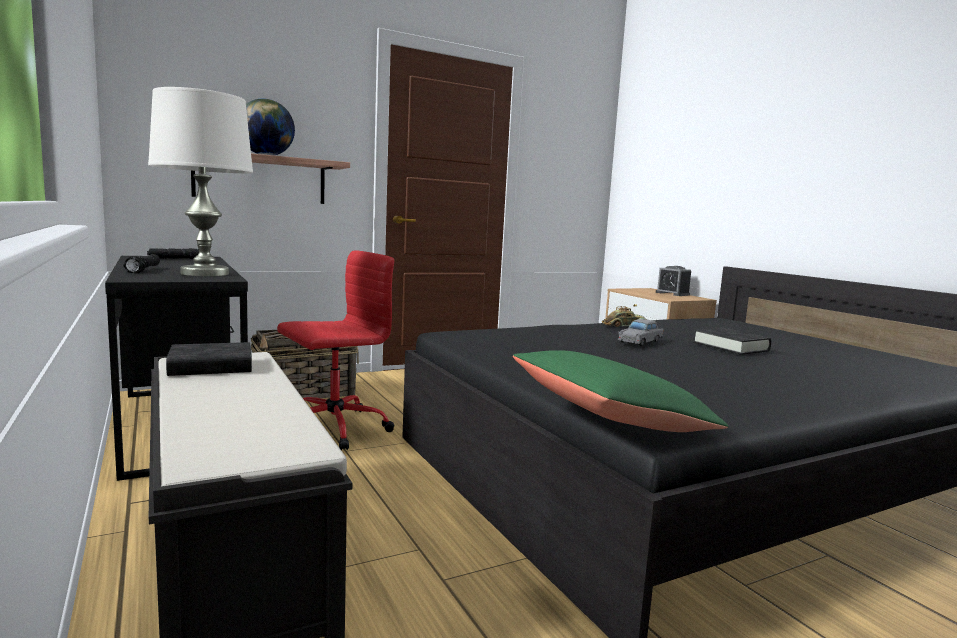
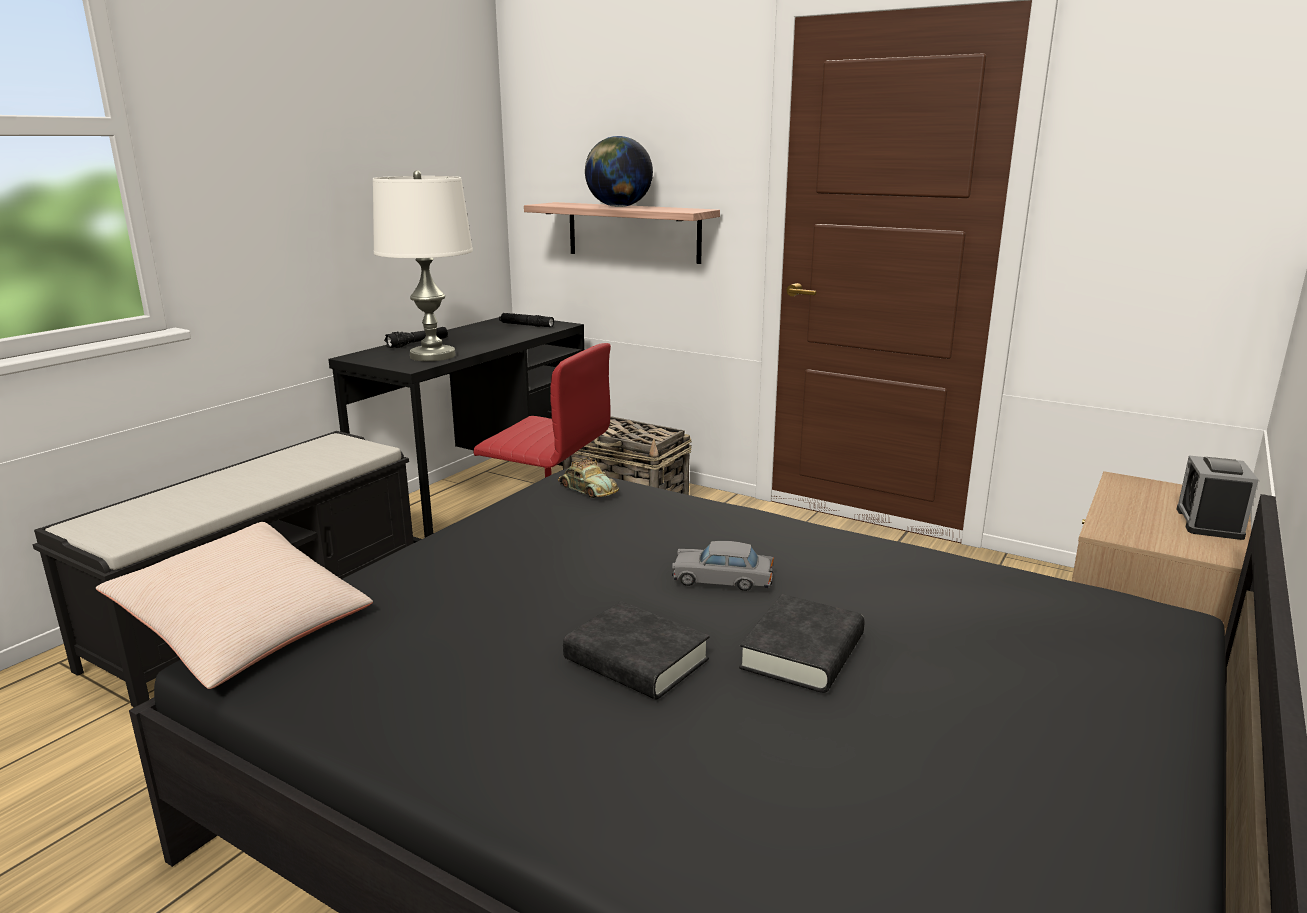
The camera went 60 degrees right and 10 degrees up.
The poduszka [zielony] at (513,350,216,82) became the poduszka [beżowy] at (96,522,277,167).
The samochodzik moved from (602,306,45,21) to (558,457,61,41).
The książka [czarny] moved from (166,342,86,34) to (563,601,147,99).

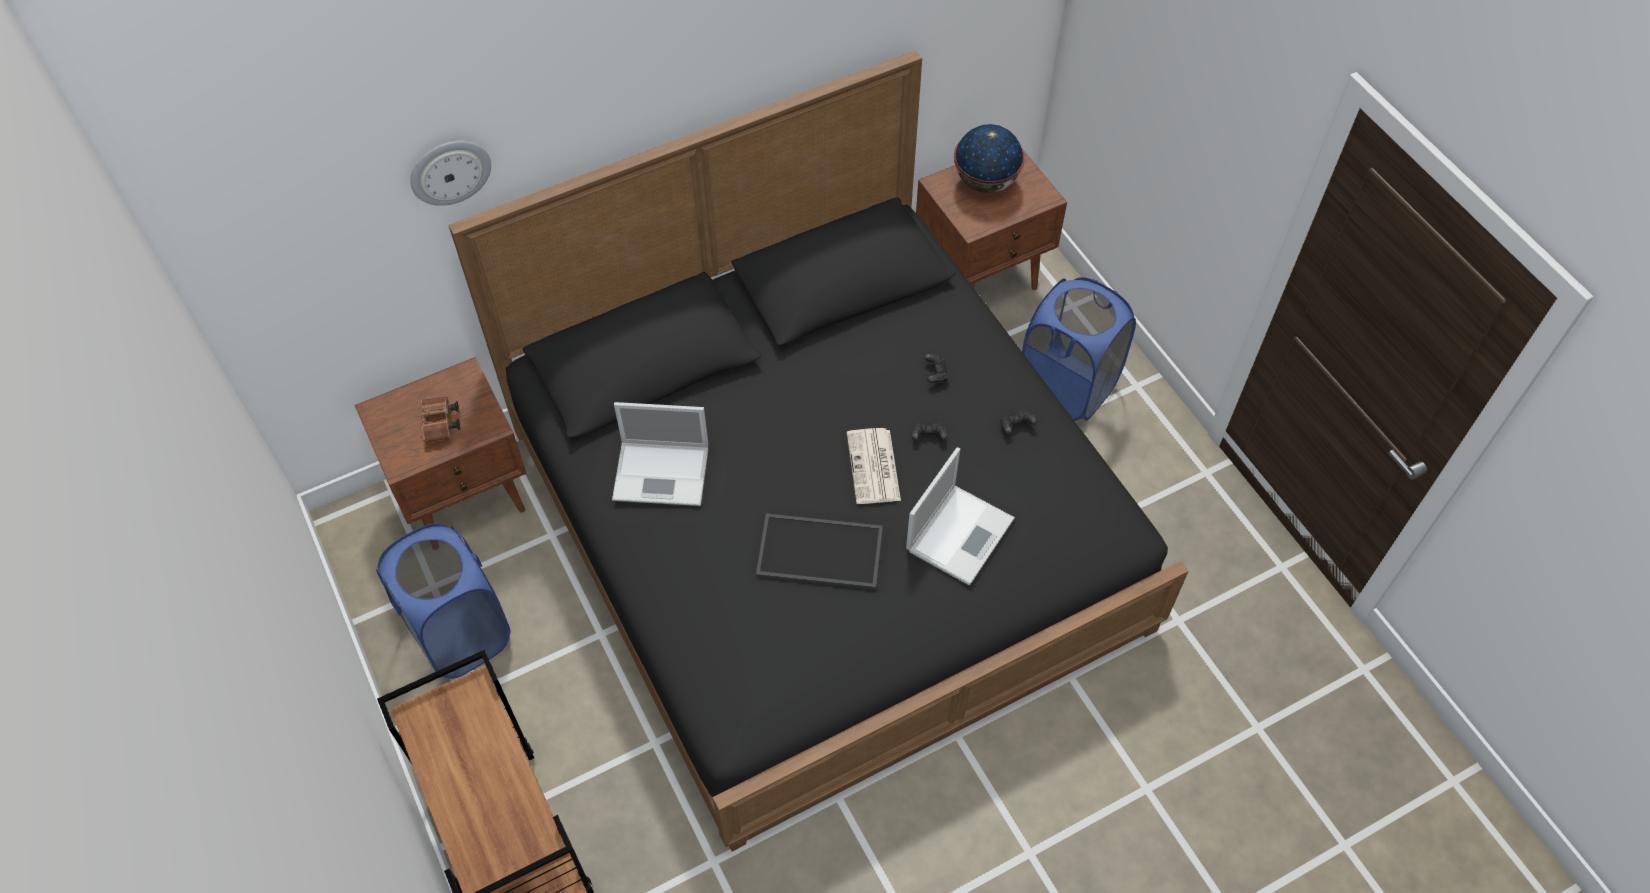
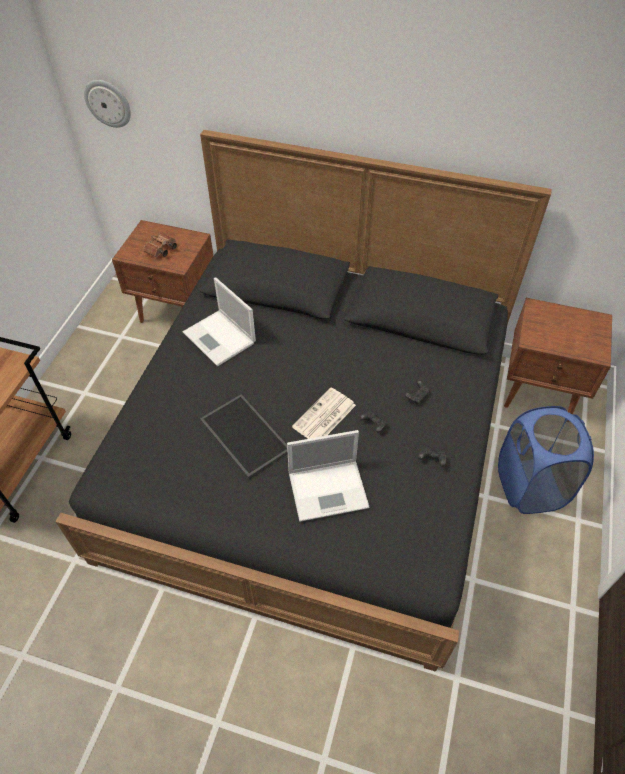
The camera went 45 degrees right and 5 degrees down.
The zegar ścienny moved from (410,141,81,65) to (84,80,47,48).
The kosz na pranie [niebieski] at (376,523,135,156) disappeared.
The globus at (954,124,71,69) disappeared.

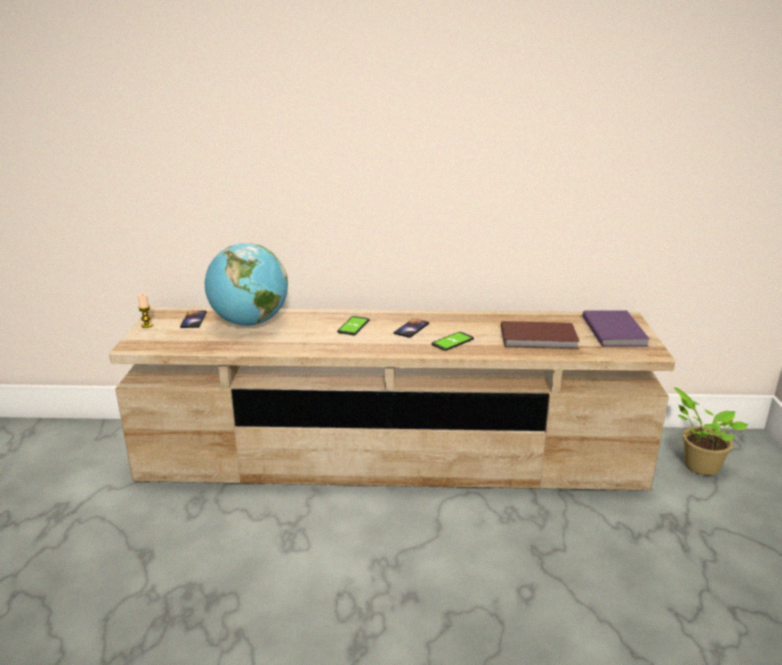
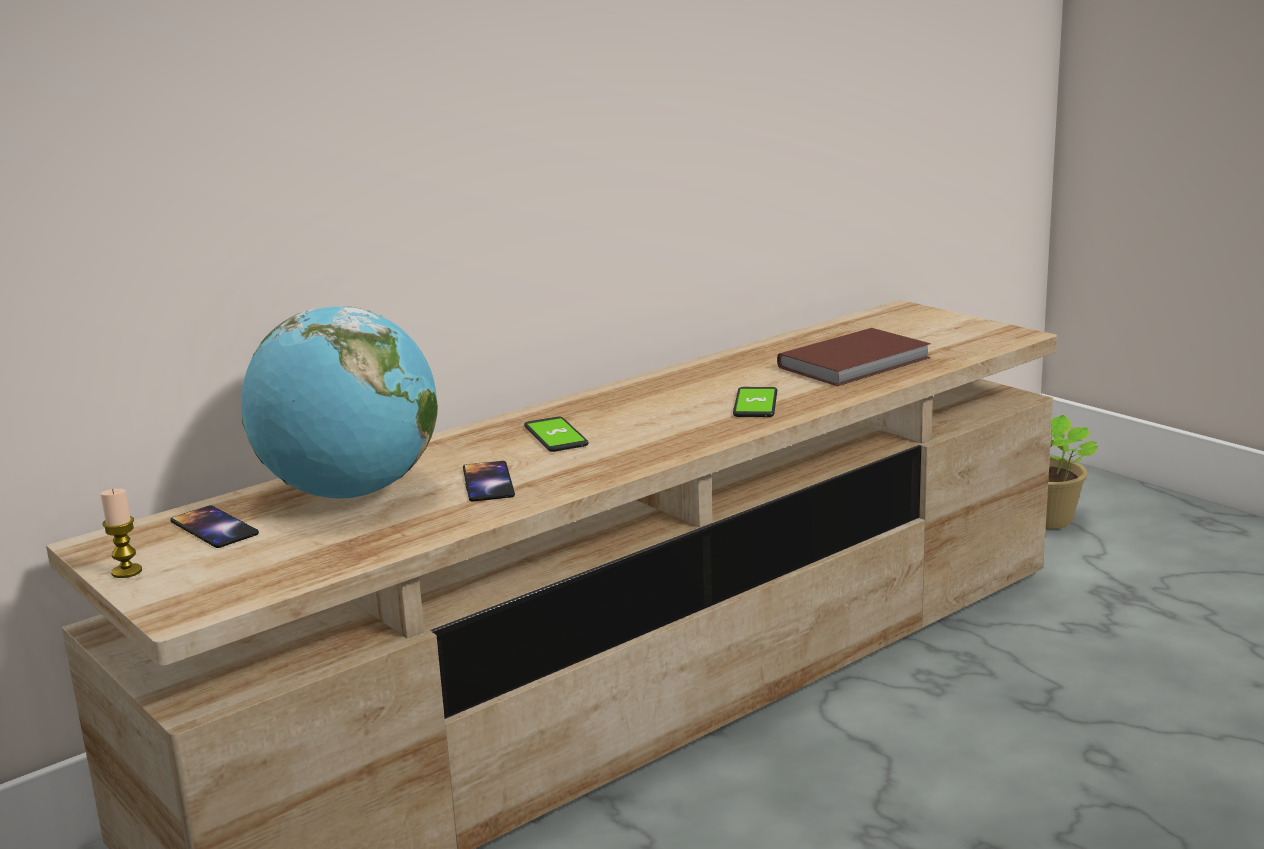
The camera went 40 degrees left and 5 degrees down.
The telefon moved from (394,318,35,20) to (463,461,52,40).
The książka [fioletowy] at (583,310,67,37) disappeared.

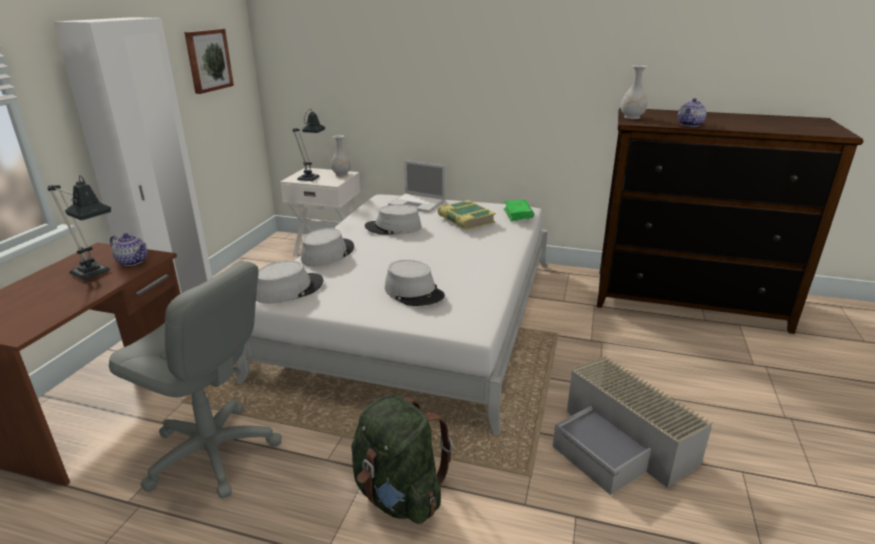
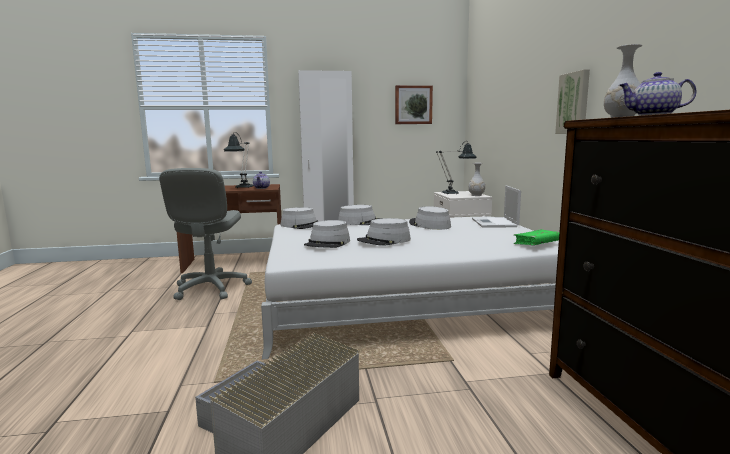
The camera went 65 degrees right and 15 degrees down.
The kapelusz [szary] at (357,218,54,28) appeared.
The obraz at (555,69,35,65) appeared.
The plecak [zielony] at (352,395,101,129) disappeared.
The książka at (438,200,58,30) disappeared.

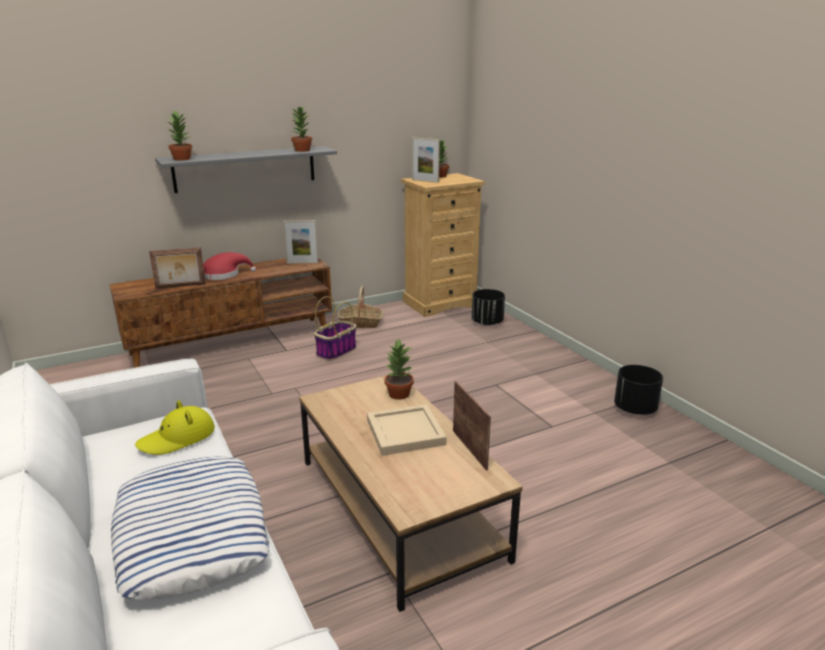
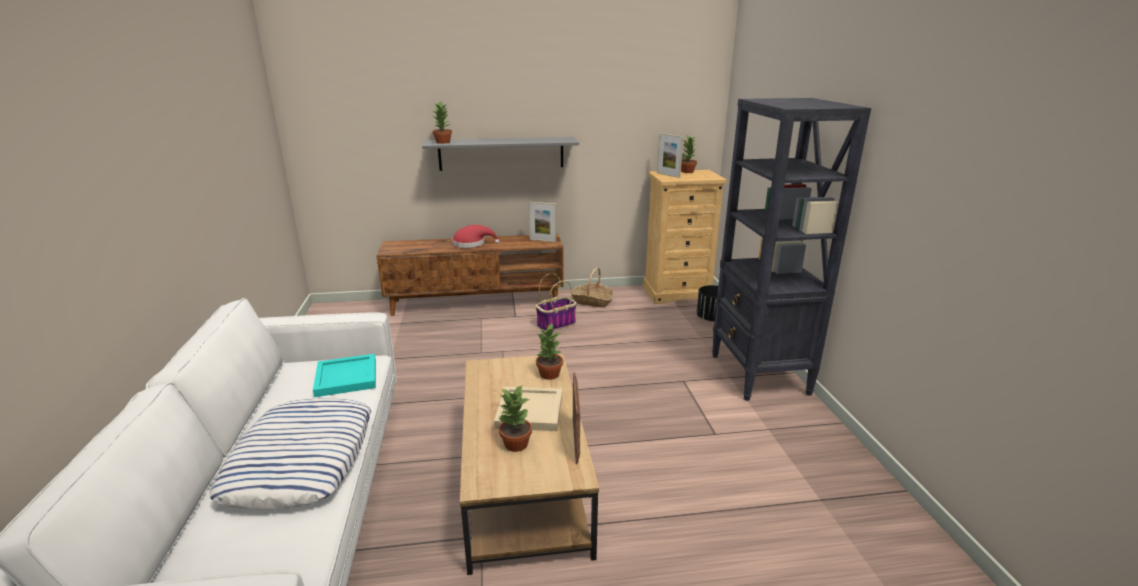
The camera went 20 degrees right and 0 degrees up.
The kapelusz [żółty] at (135,400,80,55) was replaced by the taca [turkusowy] at (313,354,63,43).
The roślina doniczkowa moved from (291,107,21,45) to (498,386,34,66).
The regał [czarny] at (712,98,159,303) appeared.
The ramka na zdjęcie at (149,247,57,42) disappeared.
The donica [czarny] at (614,365,49,50) disappeared.

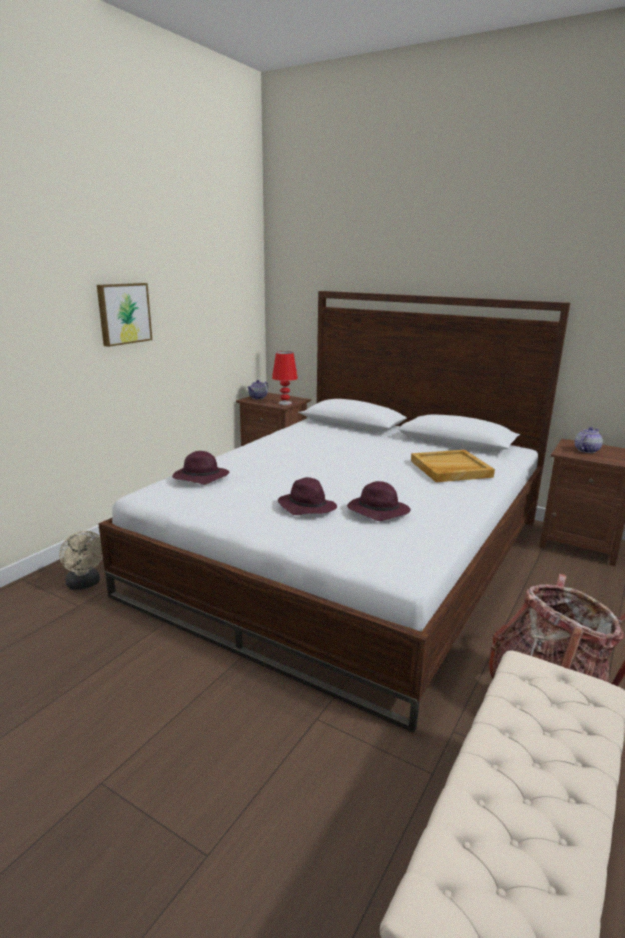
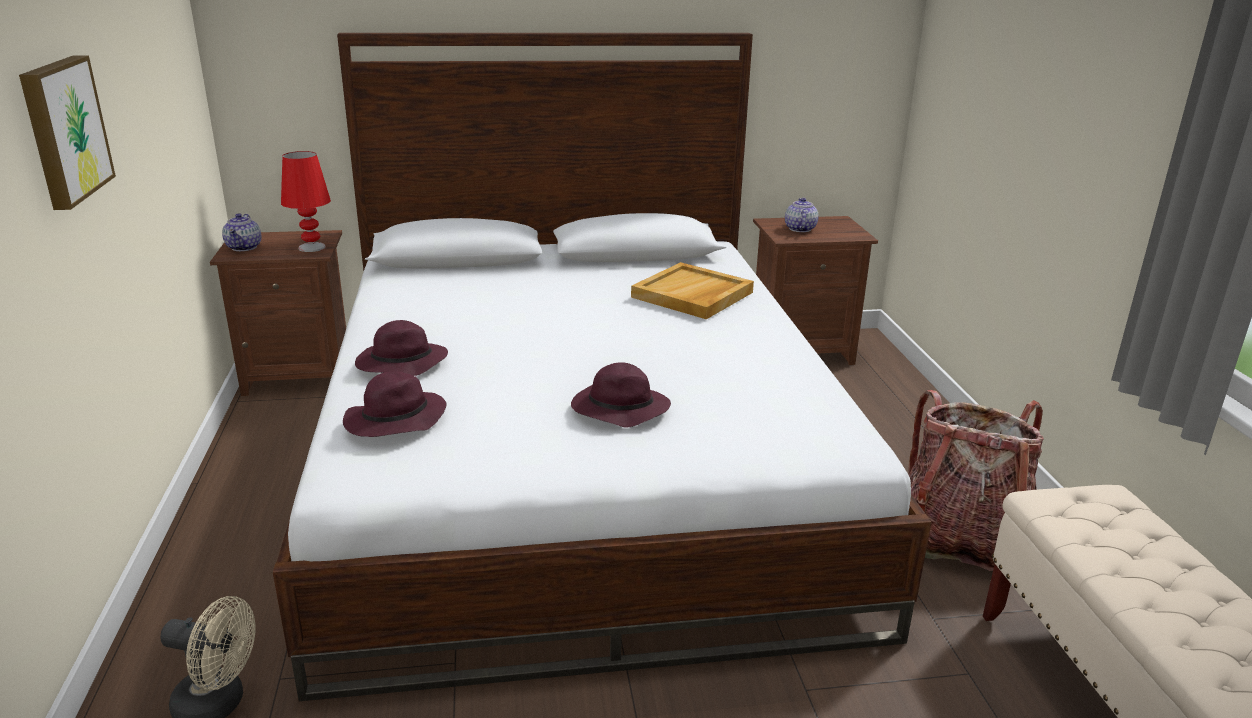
The camera went 40 degrees left and 5 degrees up.
The kapelusz [fioletowy] moved from (347,481,64,40) to (355,320,93,56).

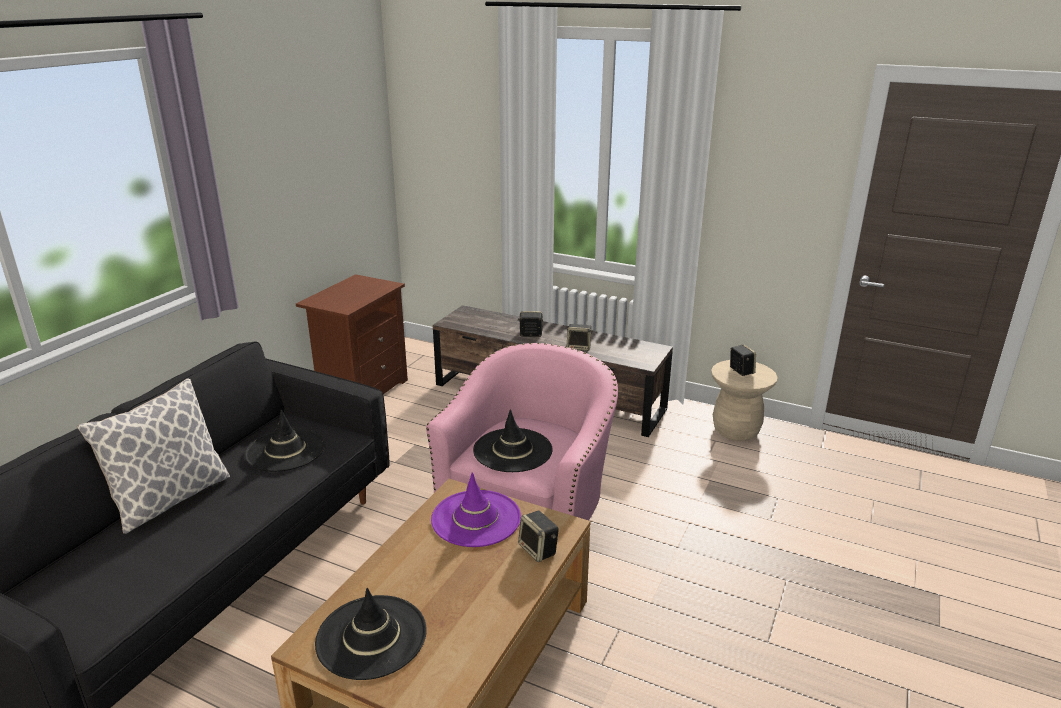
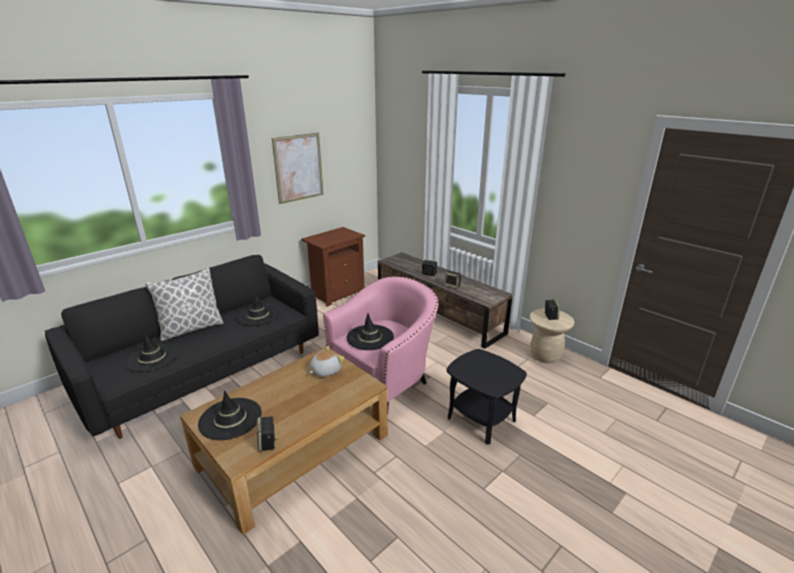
The camera went 20 degrees right and 0 degrees up.
The kapelusz [czarny] at (124,333,55,39) appeared.
The głośnik moved from (518,511,41,51) to (257,416,20,36).
The obraz at (272,133,52,71) appeared.
The kapelusz [fioletowy] at (431,472,90,75) was replaced by the pluszak at (309,346,35,31).
The stolik [czarny] at (446,349,81,95) appeared.

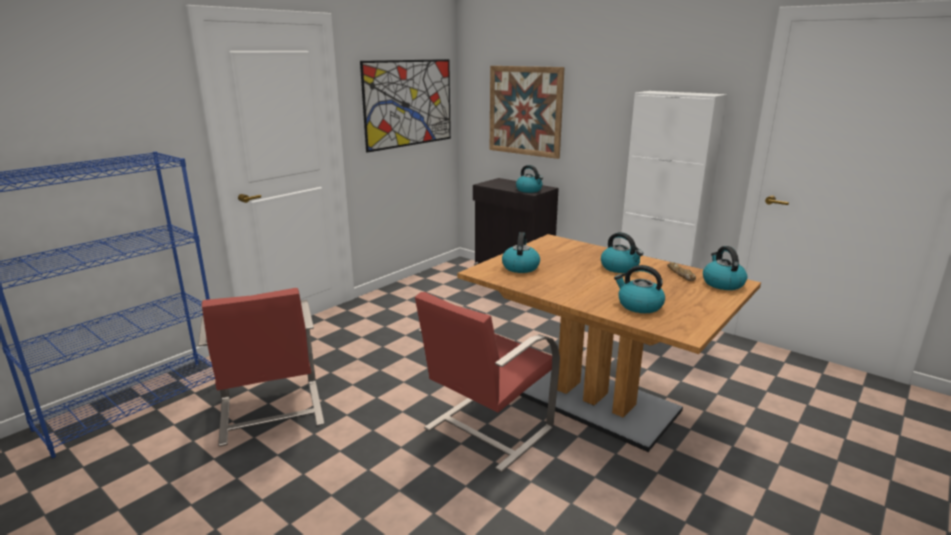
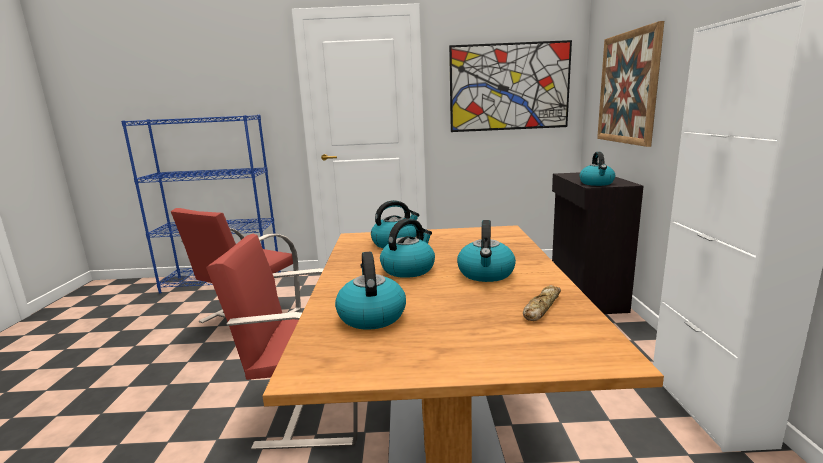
The camera went 50 degrees right and 5 degrees down.
The czajnik moved from (703,246,44,44) to (380,218,55,60).

